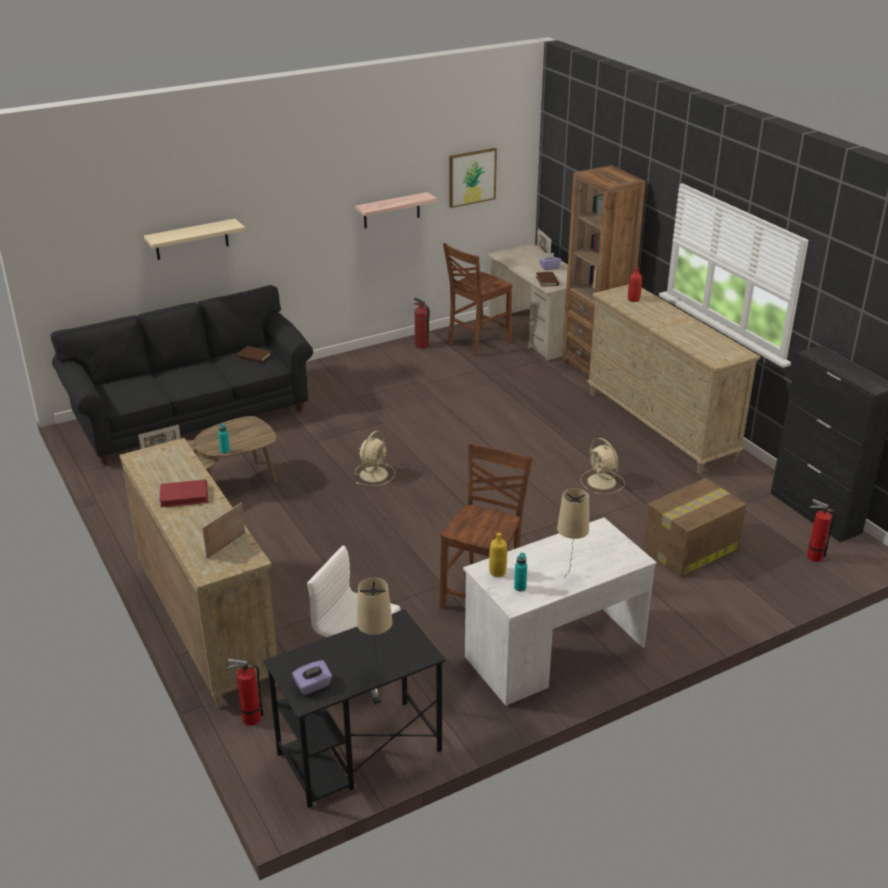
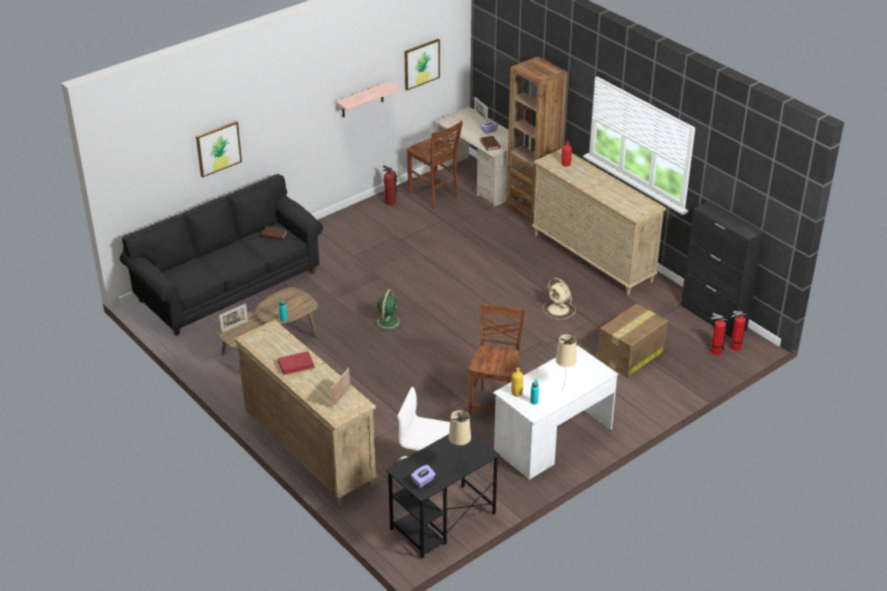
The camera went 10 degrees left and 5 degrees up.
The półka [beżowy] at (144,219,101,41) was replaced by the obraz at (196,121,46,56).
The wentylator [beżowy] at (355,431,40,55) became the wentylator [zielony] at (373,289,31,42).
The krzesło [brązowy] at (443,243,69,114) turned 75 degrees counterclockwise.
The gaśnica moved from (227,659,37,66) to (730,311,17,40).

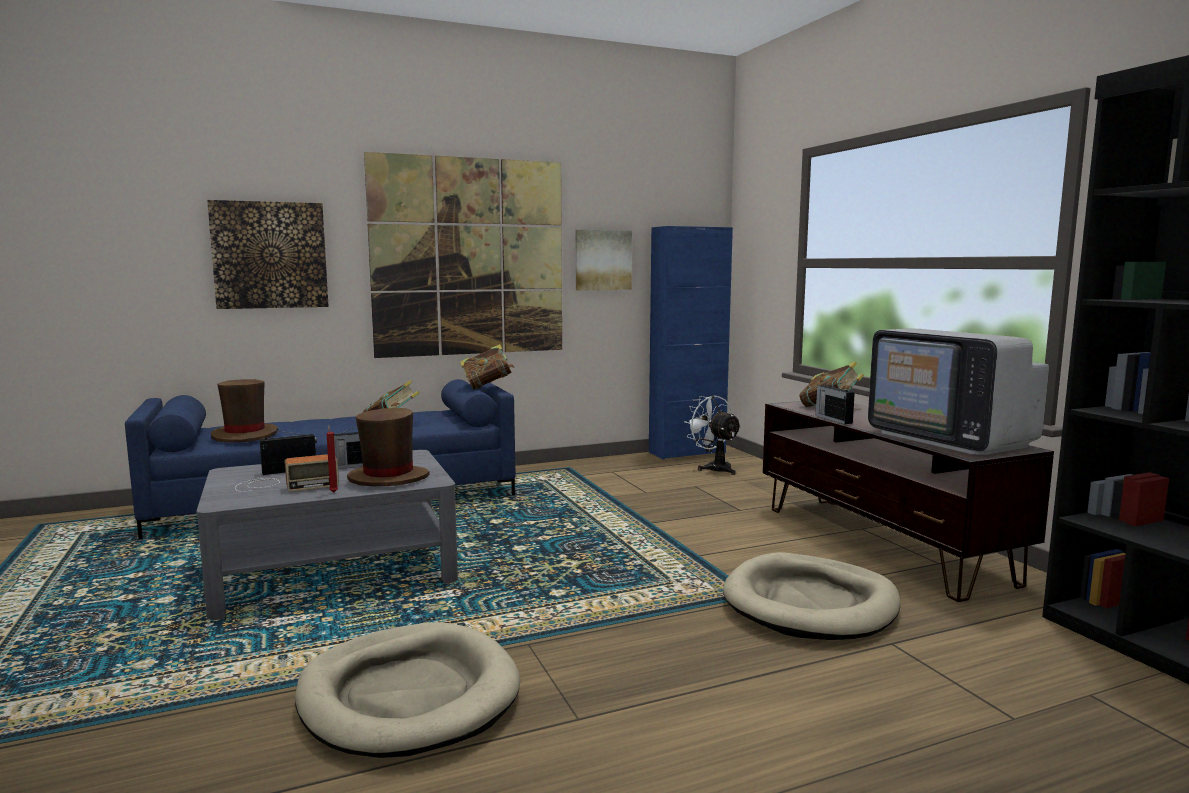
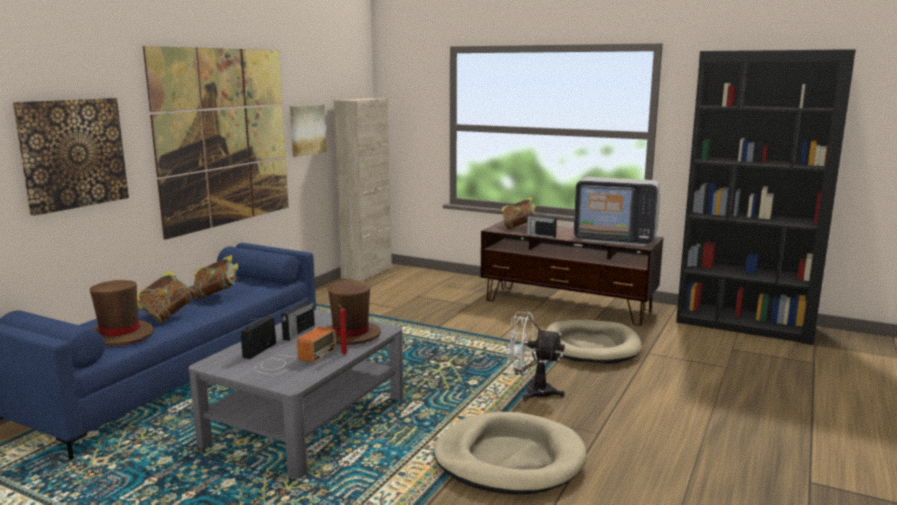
The camera went 40 degrees left and 5 degrees up.
The książka moved from (460,344,55,46) to (137,271,59,52).
The szafka [niebieski] at (649,226,84,234) became the szafka [beżowy] at (334,98,58,183).
The wentylator [biały] moved from (684,396,58,79) to (506,312,59,89).

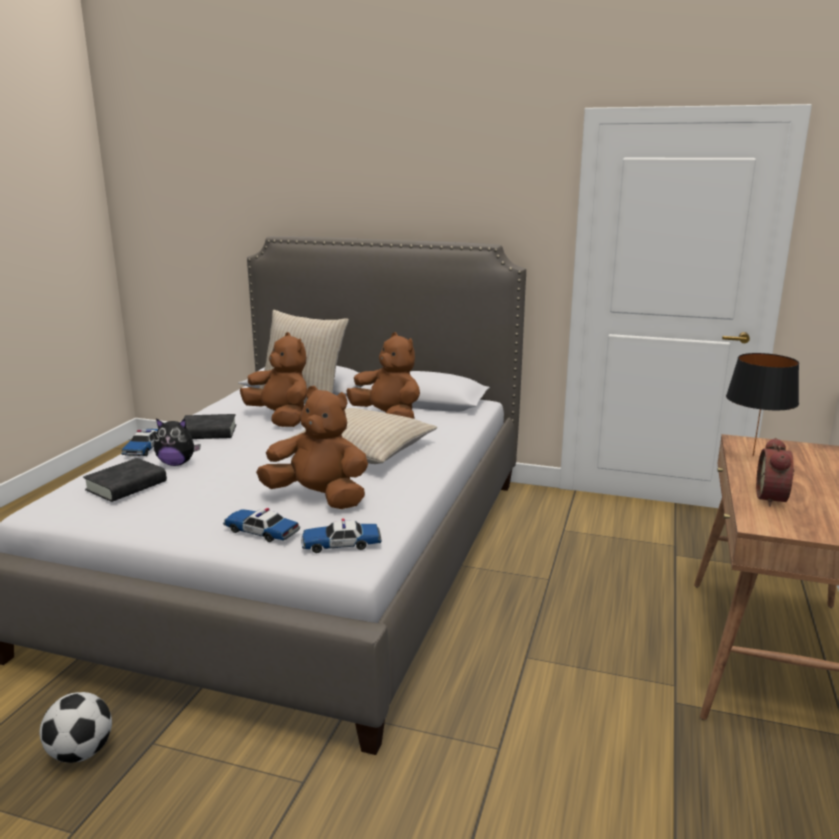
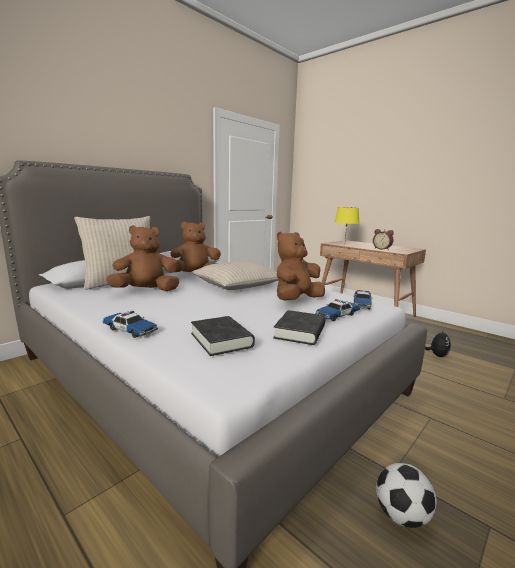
The camera went 65 degrees left and 5 degrees down.
The książka [czarny] moved from (183,414,53,25) to (273,310,52,35).
The lampa stołowa [czarny] at (726,353,73,104) became the lampa stołowa [żółty] at (335,207,24,32).
The pluszak moved from (154,419,47,47) to (425,330,26,27).

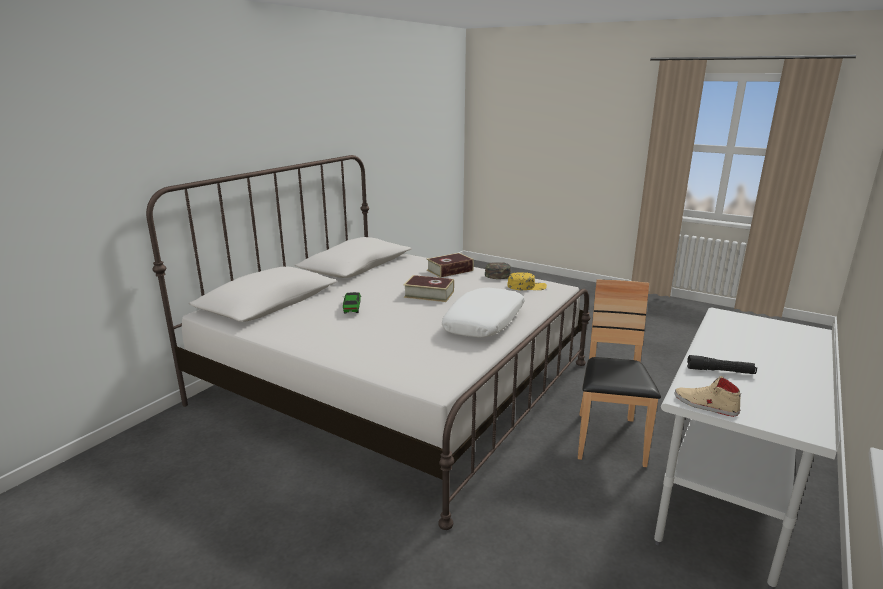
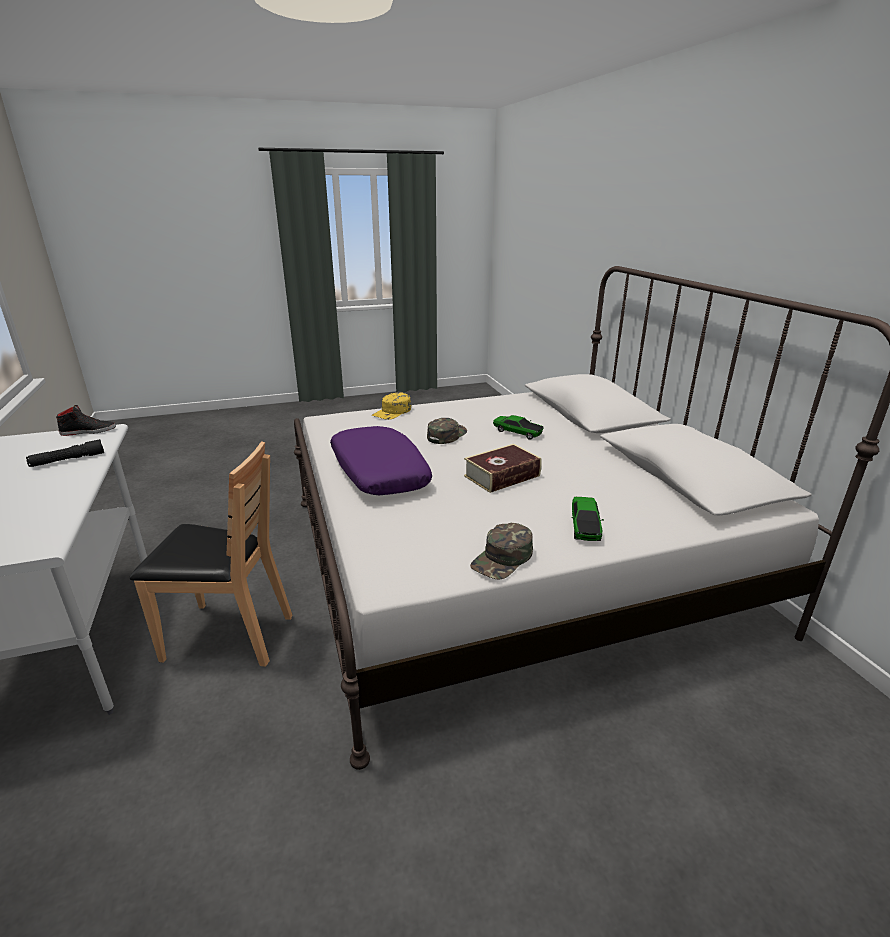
The camera went 130 degrees right and 5 degrees up.
The but [beżowy] at (674,376,67,41) became the but [czarny] at (56,405,60,31).
The krzesło [brązowy] at (578,279,83,188) turned 45 degrees counterclockwise.
The poduszka [biały] at (442,287,83,50) became the poduszka [fioletowy] at (330,426,102,69).
The czapka z daszkiem [żółty] moved from (508,272,39,18) to (372,392,39,28).
The czapka z daszkiem [zielony] at (427,418,40,26) appeared.
The książka at (427,253,47,25) was replaced by the samochodzik at (572,497,32,44).

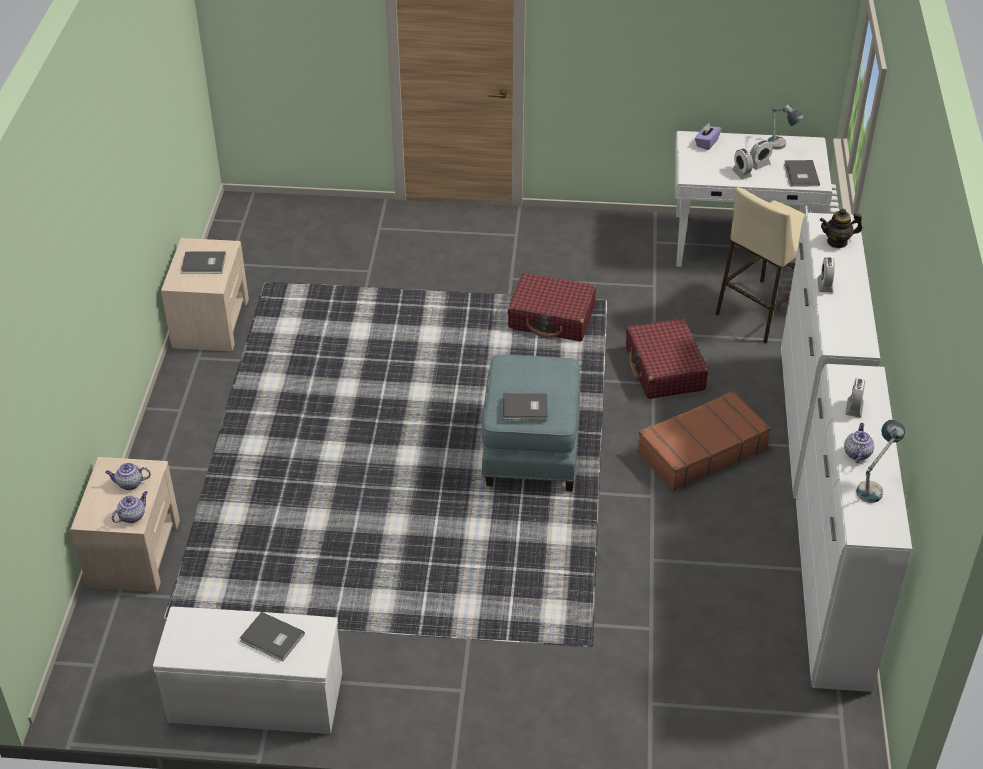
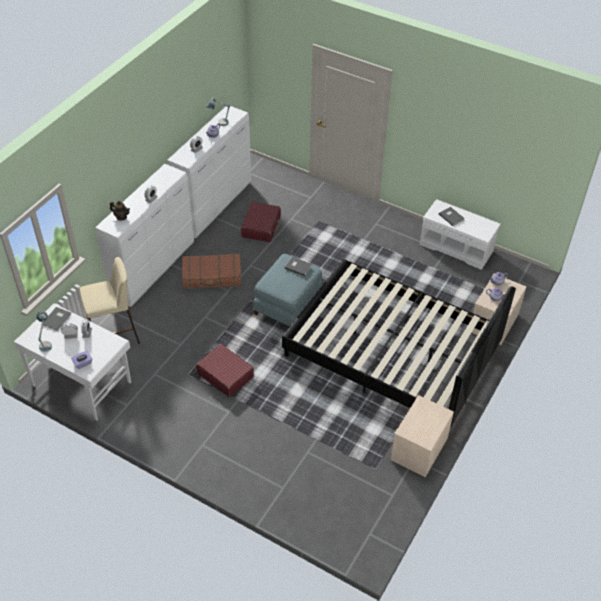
The camera went 155 degrees left and 5 degrees up.
The walizka [czerwony] moved from (626,319,82,80) to (241,202,40,40).
The łóżko [czarny] at (282,259,234,168) appeared.
The książka [szary] at (181,252,45,22) disappeared.

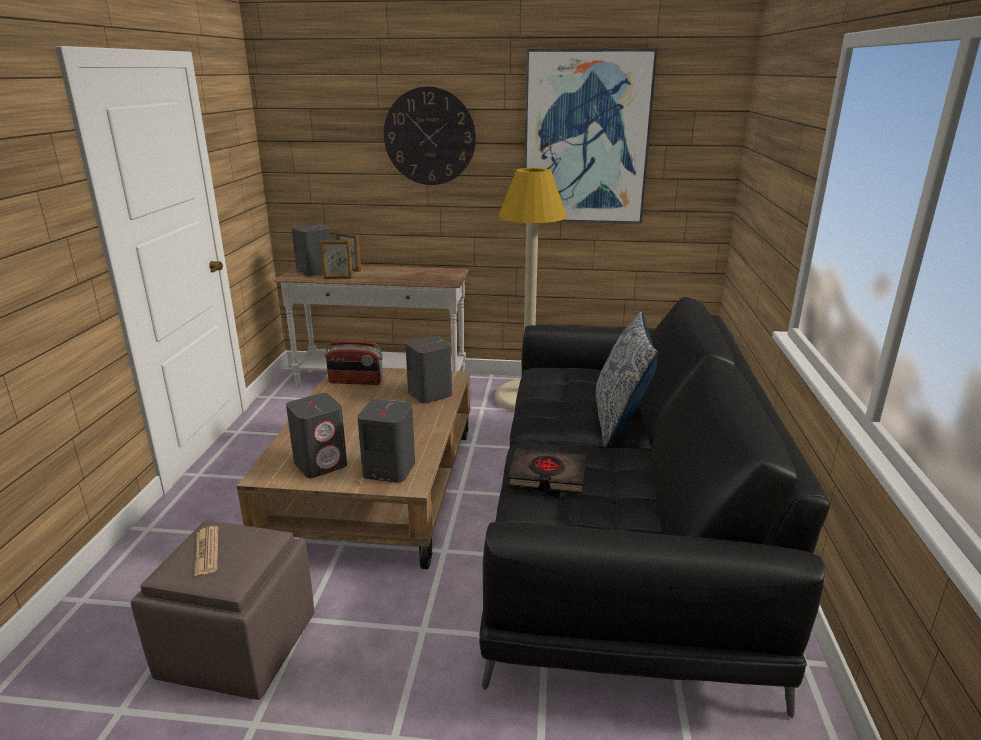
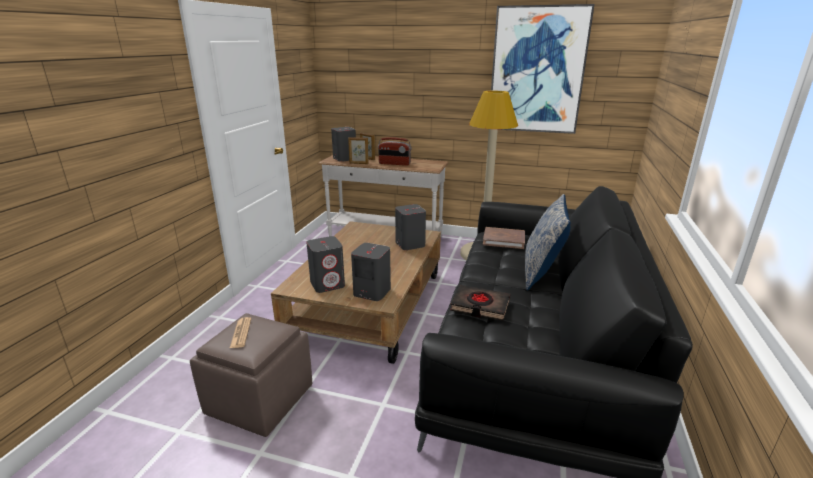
The camera went 10 degrees right and 0 degrees up.
The radio moved from (325,340,58,45) to (378,137,34,29).
The książka [brązowy] at (483,227,42,22) appeared.
The zegar ścienny at (384,86,92,99) disappeared.

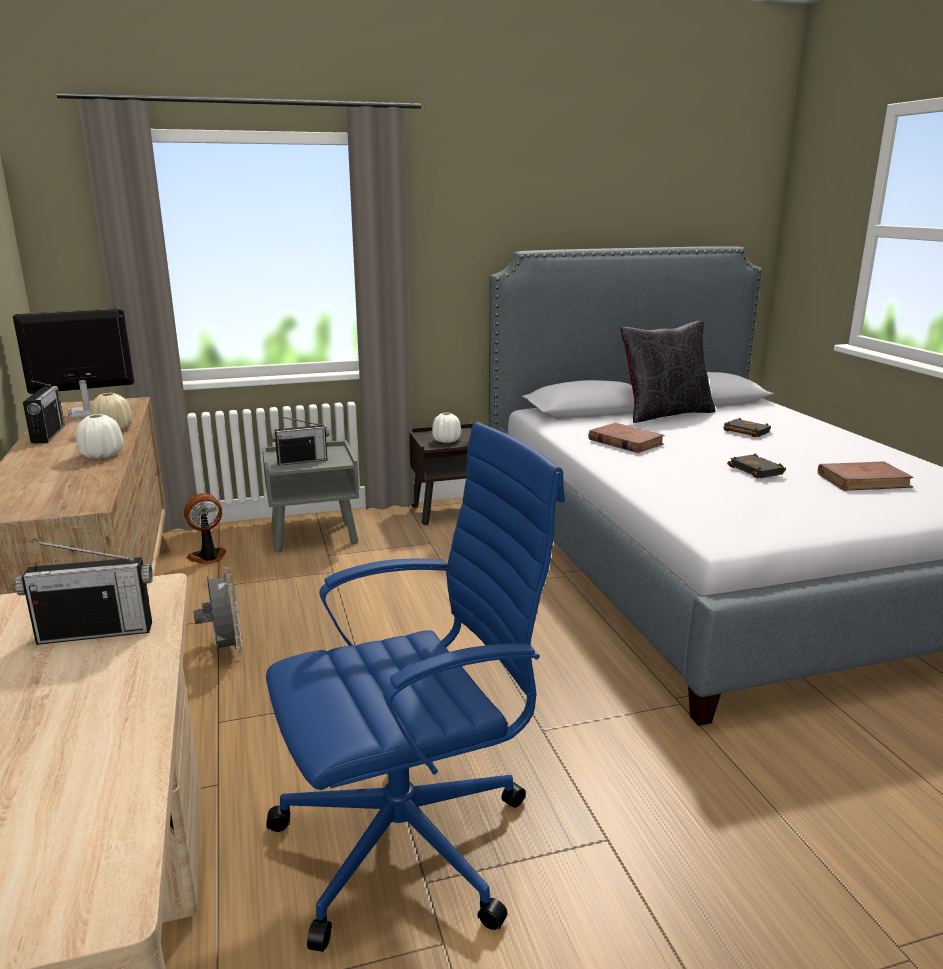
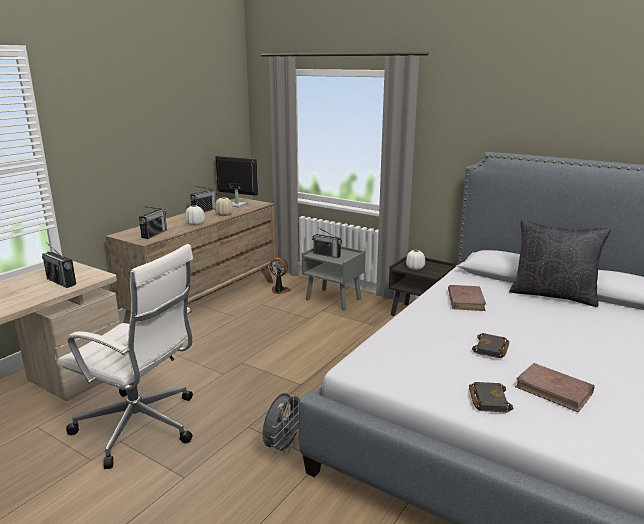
The camera went 50 degrees right and 0 degrees up.
The krzesło biurowe [niebieski] at (266,422,299,530) became the krzesło biurowe [biały] at (57,244,136,225).
The radio at (139,206,28,33) appeared.
The wentylator [szary] moved from (193,567,49,88) to (263,393,39,63).
The książka [czarny] moved from (723,418,48,19) to (469,382,45,31).

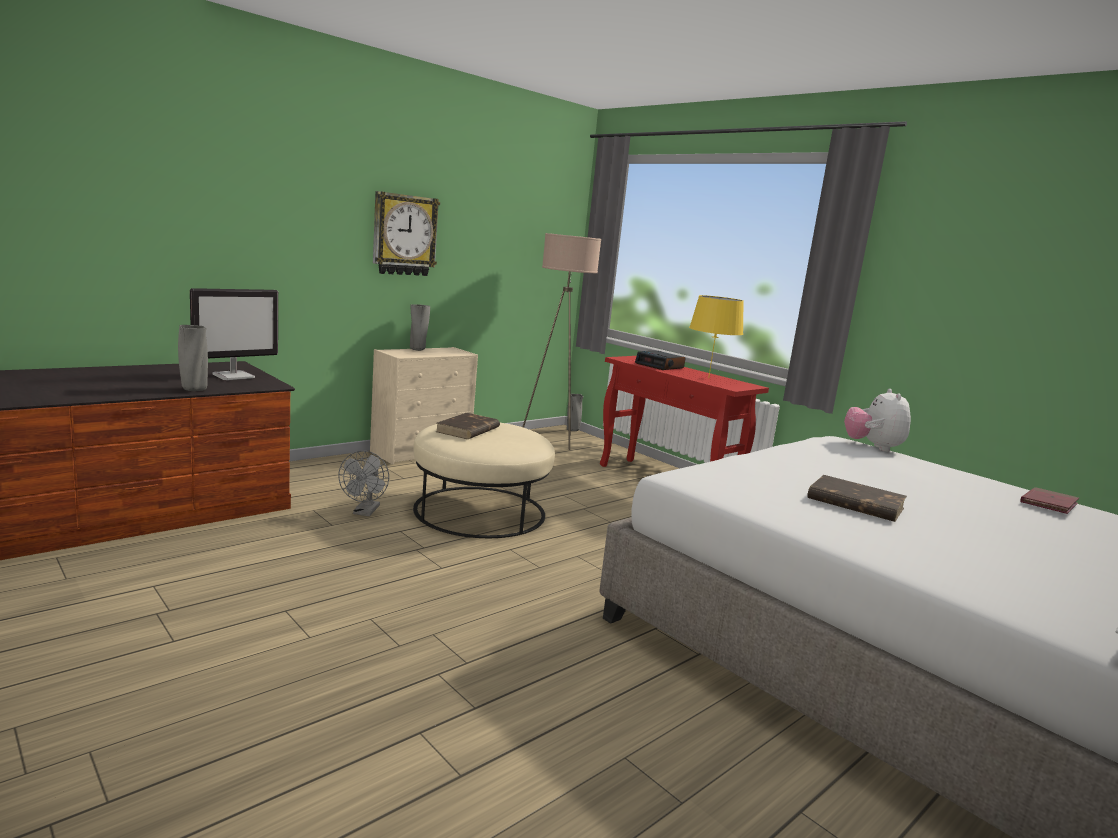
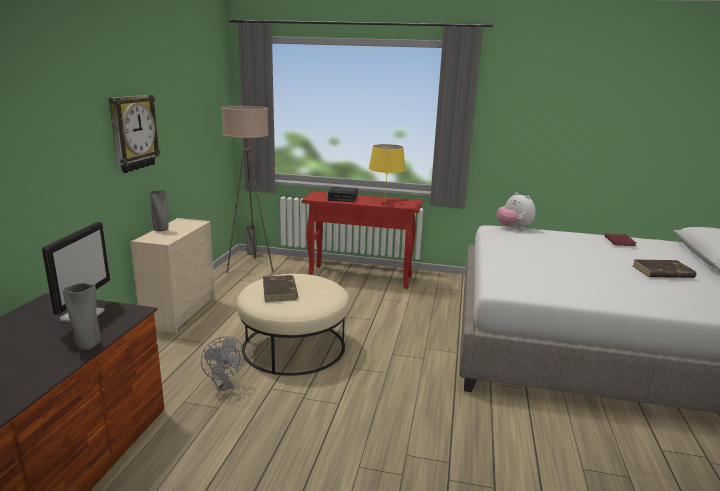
The camera went 35 degrees left and 5 degrees up.
The książka [brązowy] moved from (807,475,100,47) to (633,259,63,19).

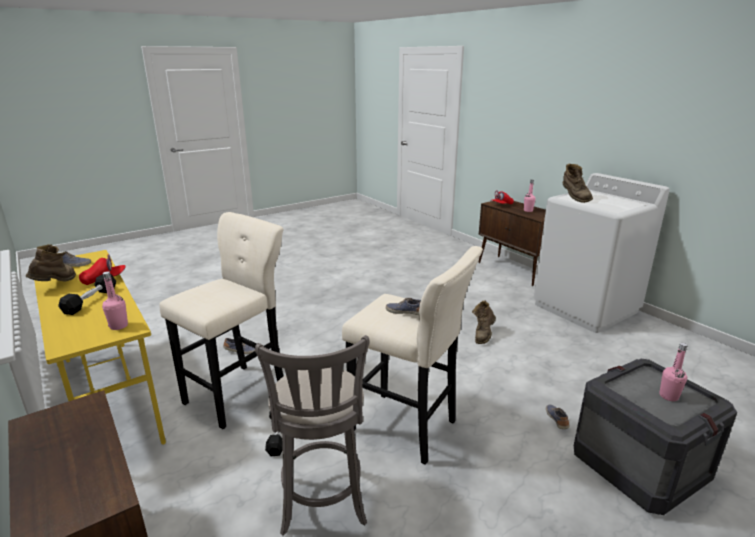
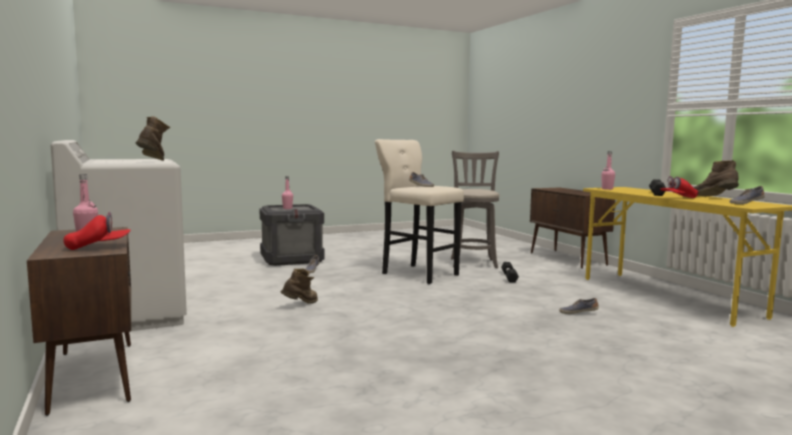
The camera went 170 degrees left and 15 degrees down.
The but z cholewką [brązowy] at (26,244,50,38) turned 135 degrees clockwise.
The stołek [beżowy] at (159,212,124,217) disappeared.

